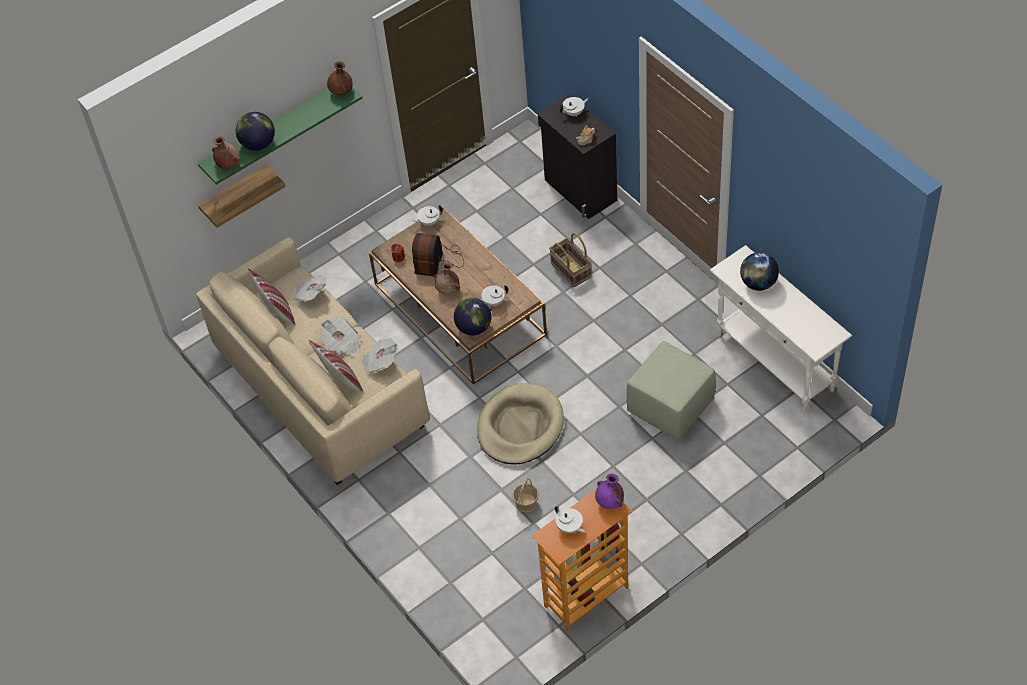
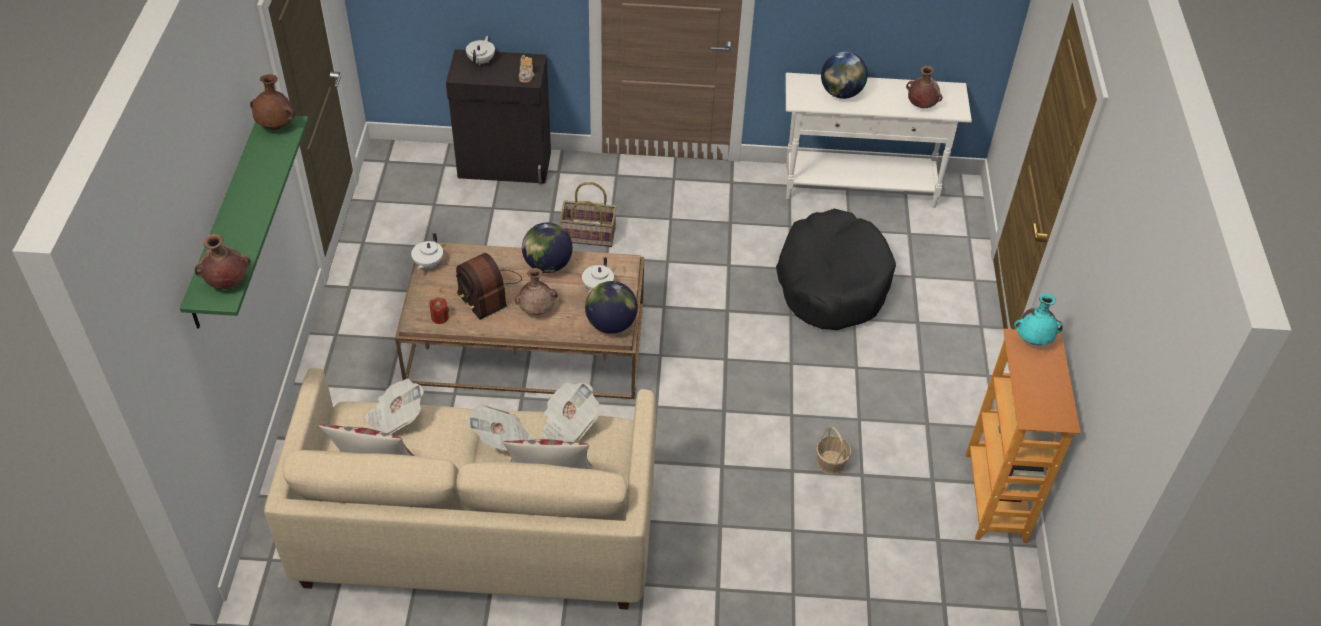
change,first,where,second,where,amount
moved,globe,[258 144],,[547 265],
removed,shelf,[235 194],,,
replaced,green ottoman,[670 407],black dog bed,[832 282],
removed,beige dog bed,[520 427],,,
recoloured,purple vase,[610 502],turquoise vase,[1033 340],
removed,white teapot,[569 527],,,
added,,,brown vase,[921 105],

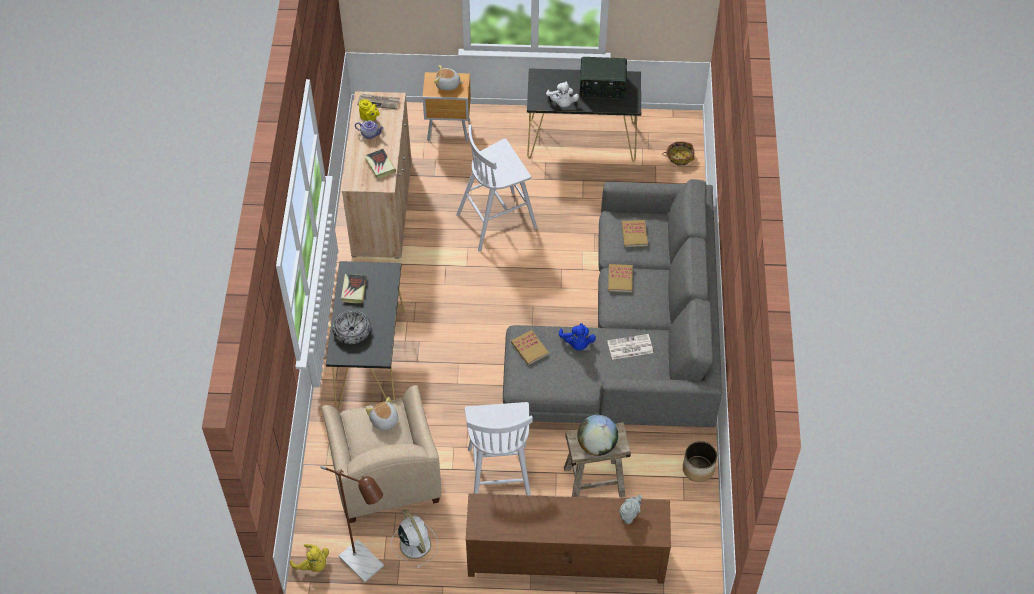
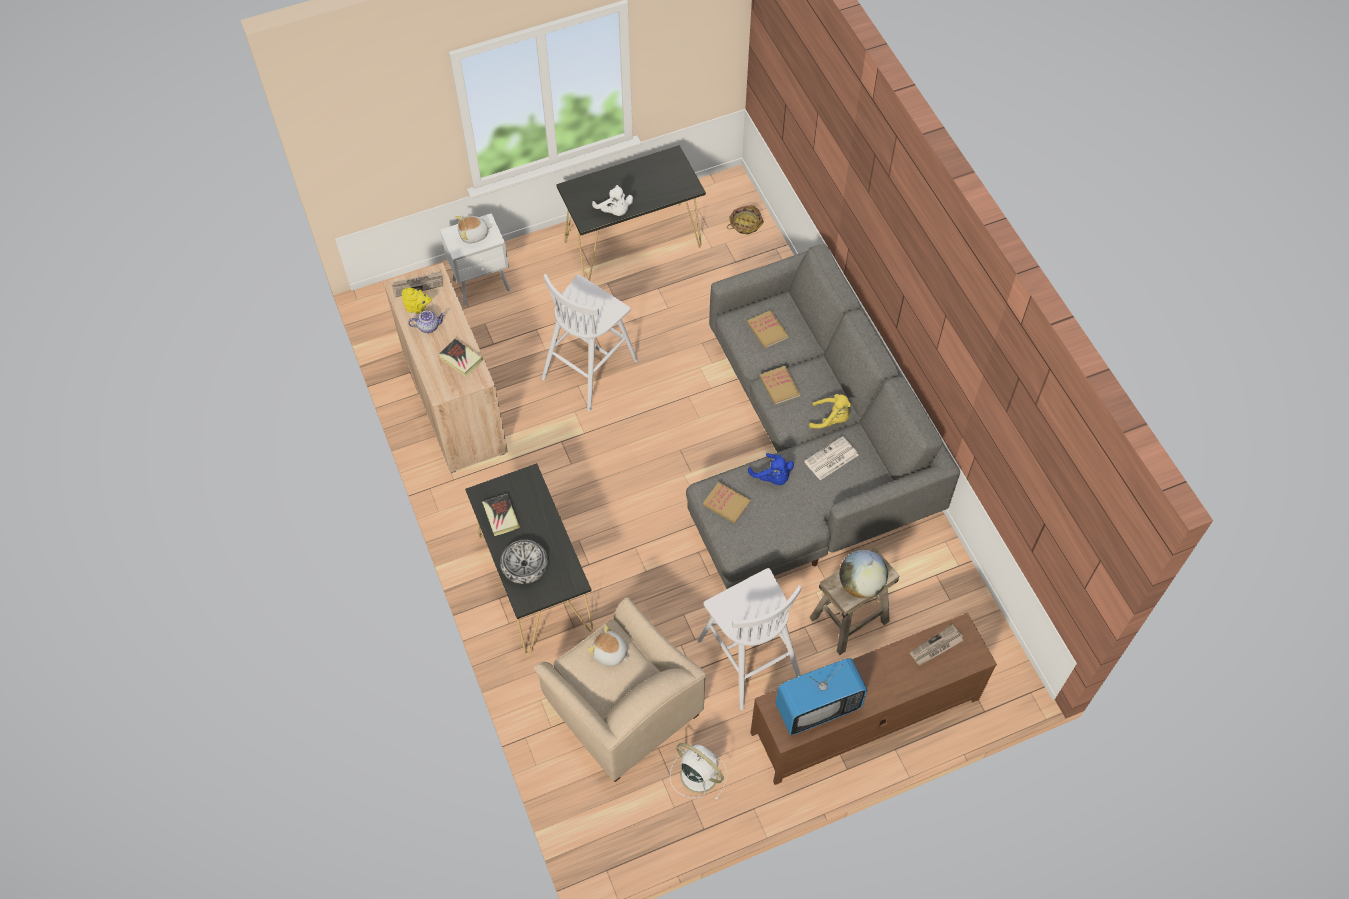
change,first,where,second,where,amount
removed,radio,[602 87],,,
recoloured,brown nightstand,[449 131],white nightstand,[483 286],
removed,planter,[698 469],,,
removed,brown floor lamp,[367 566],,,
replaced,grey teapot,[629 515],newspaper,[936 647],
moved,yellow plush toy,[313 564],,[831 419],
added,,,television,[817 707],

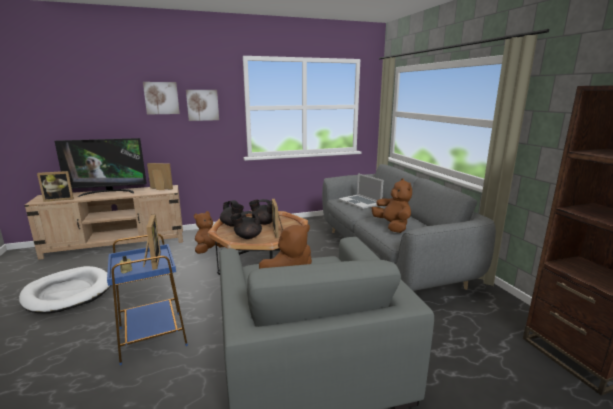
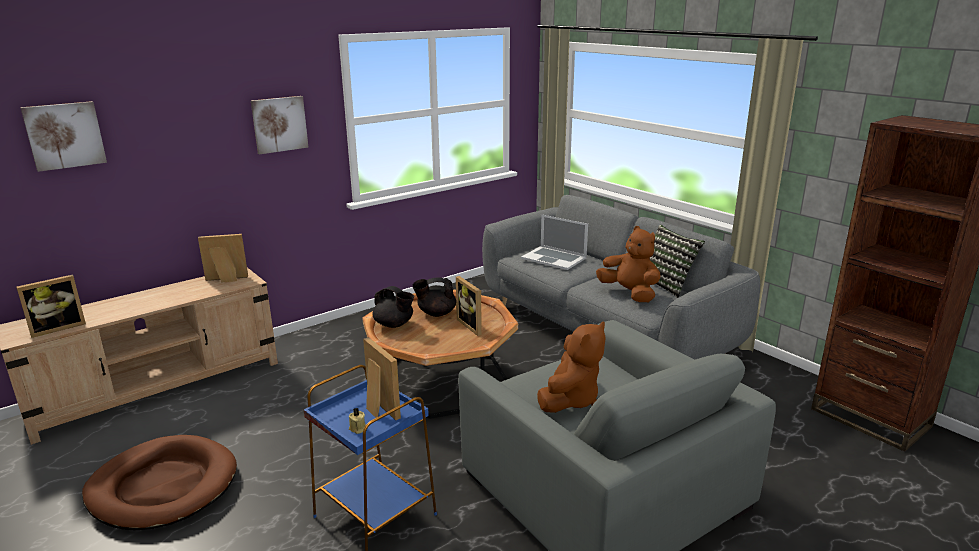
change,first,where,second,where,amount
moved,picture,[161 98],,[65 135],
removed,television,[108 192],,,
removed,brown plush toy,[210 250],,,
removed,black teapot,[247 237],,,
recoloured,white dog bed,[68 292],brown dog bed,[163 486],
added,,,pillow,[666 284],

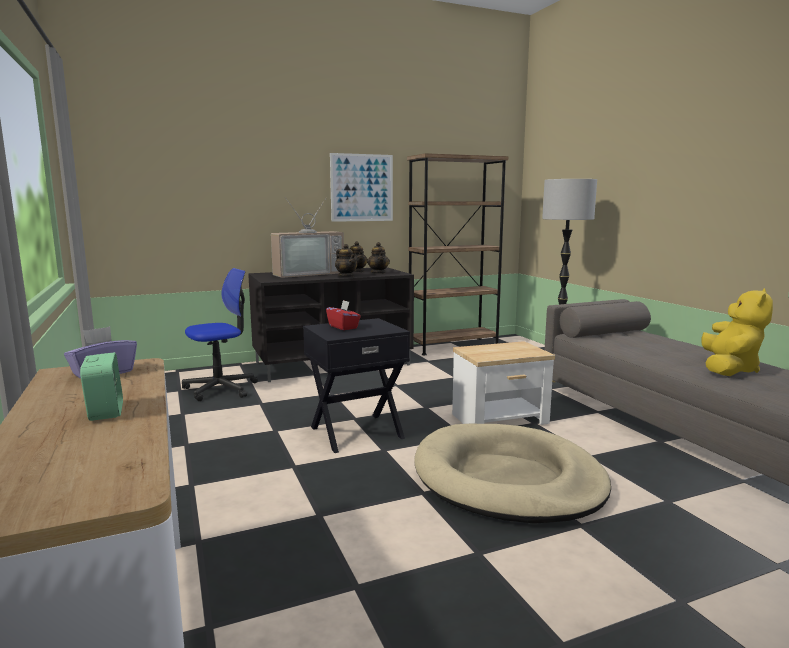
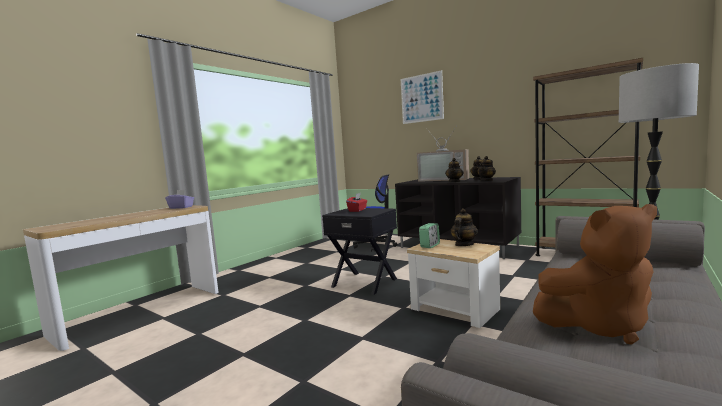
change,first,where,second,where,amount
moved,picture,[362 188],,[421 98],
recoloured,yellow plush toy,[729 369],brown plush toy,[598 325],
moved,alarm clock,[105 411],,[430 245],
removed,beige dog bed,[507 479],,,
added,,,teapot,[463 244],

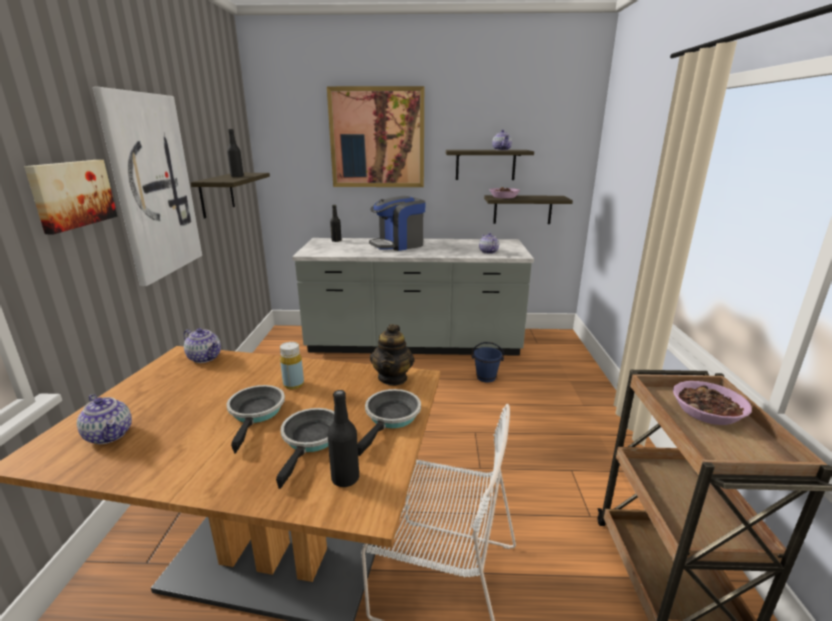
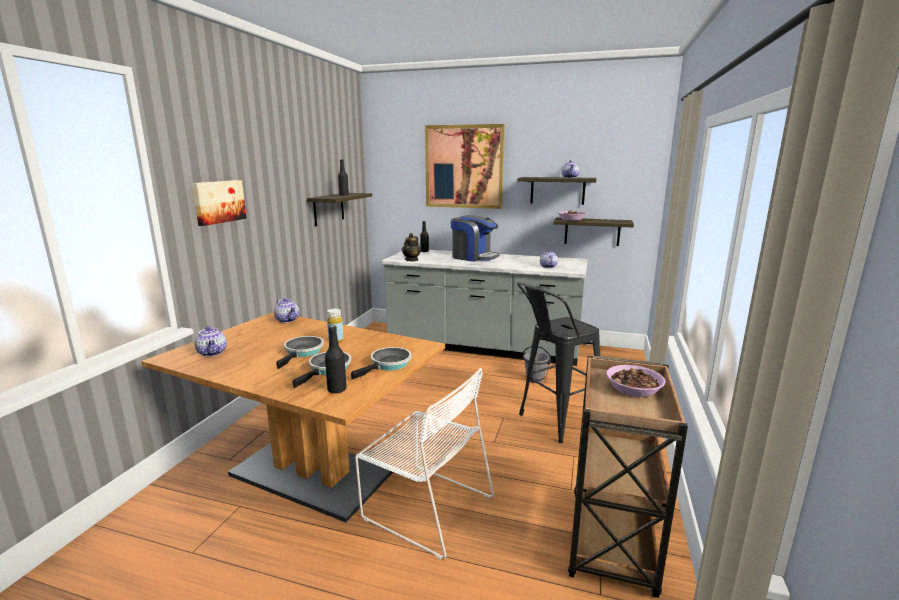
change,first,where,second,where,amount
removed,picture,[152 186],,,
turned,coffee machine,[398 245],,[473 257],135 degrees counterclockwise
moved,teapot,[393 378],,[411 260],
recoloured,blue bucket,[486 377],grey bucket,[535 379],
added,,,black stool,[553 422],

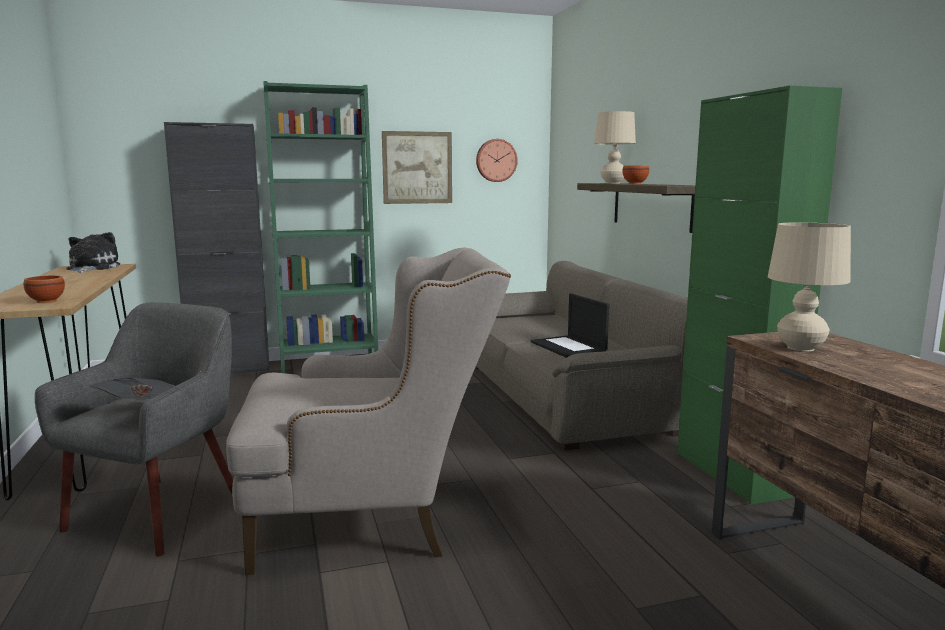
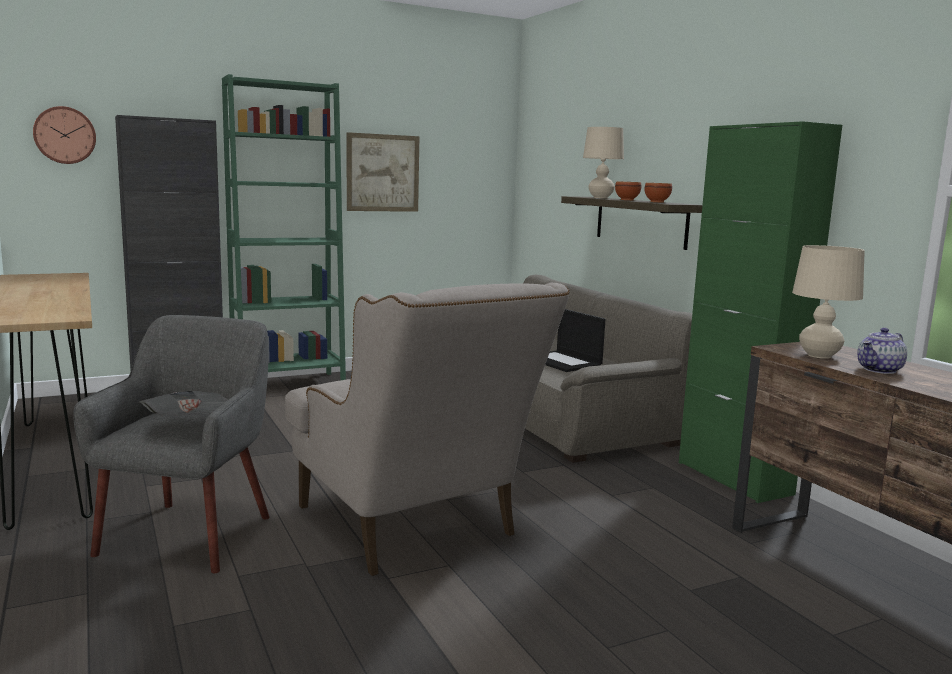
change,first,where,second,where,amount
moved,wall clock,[496 160],,[65 135],
removed,plush toy,[91 268],,,
turned,beige armchair,[373 518],,[415 529],75 degrees clockwise
moved,brown bowl,[47 301],,[658 202],
added,,,teapot,[880 370],

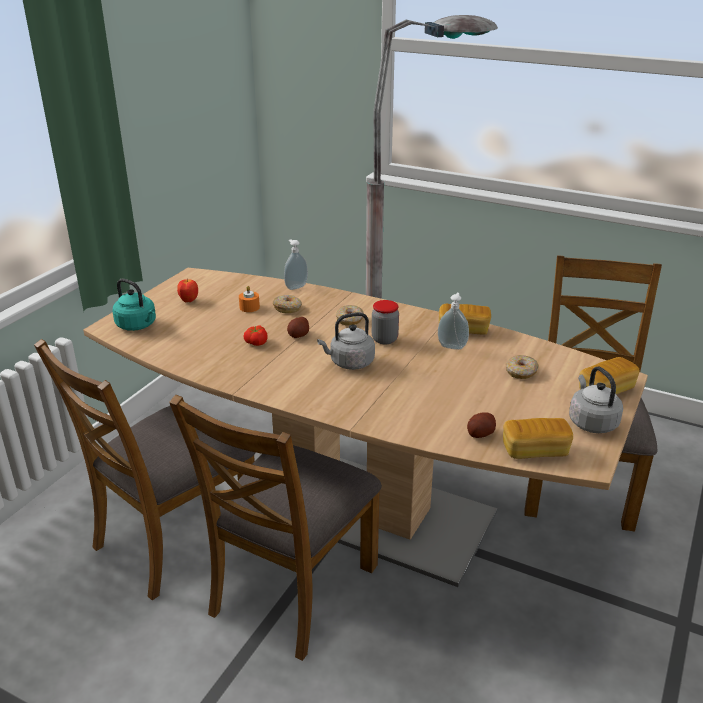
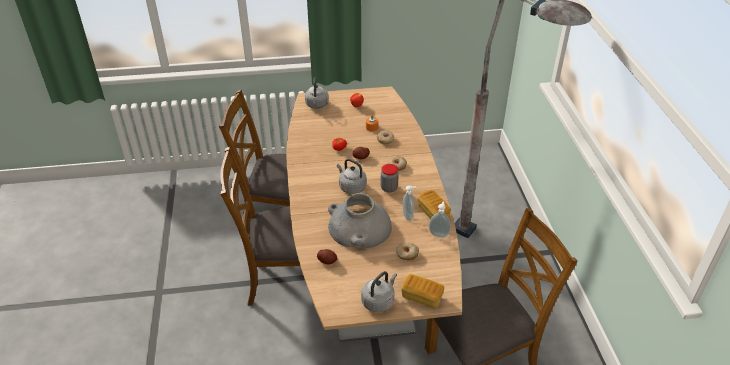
change,first,where,second,where,amount
moved,soap dispenser,[295 287],,[439 234],
recoloured,turquoise kettle,[138 325],grey kettle,[317 105],
removed,bread,[535 450],,,
added,,,grey vase,[359 227],

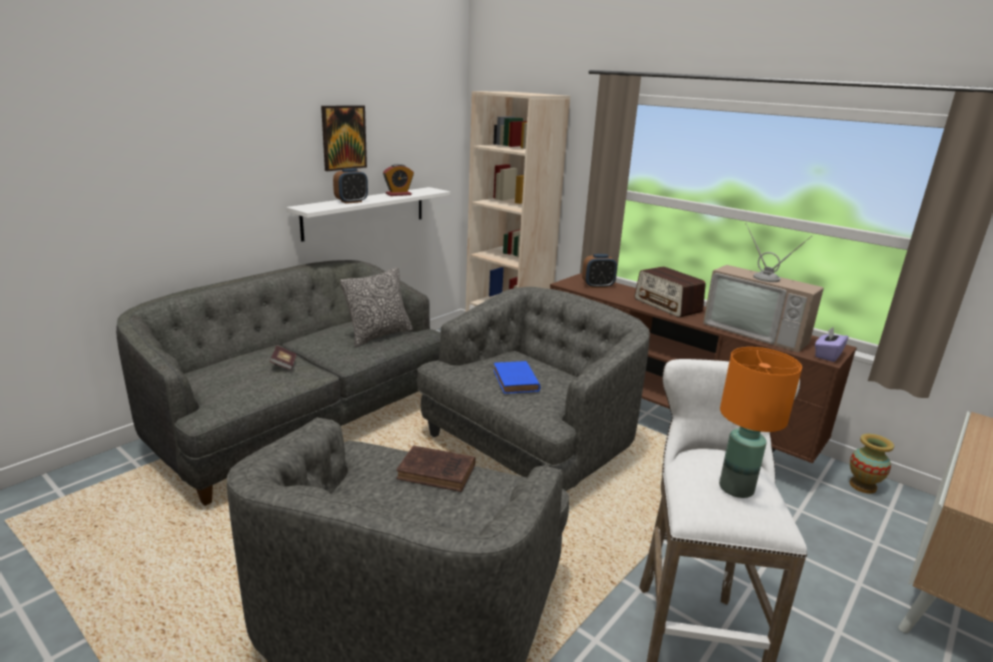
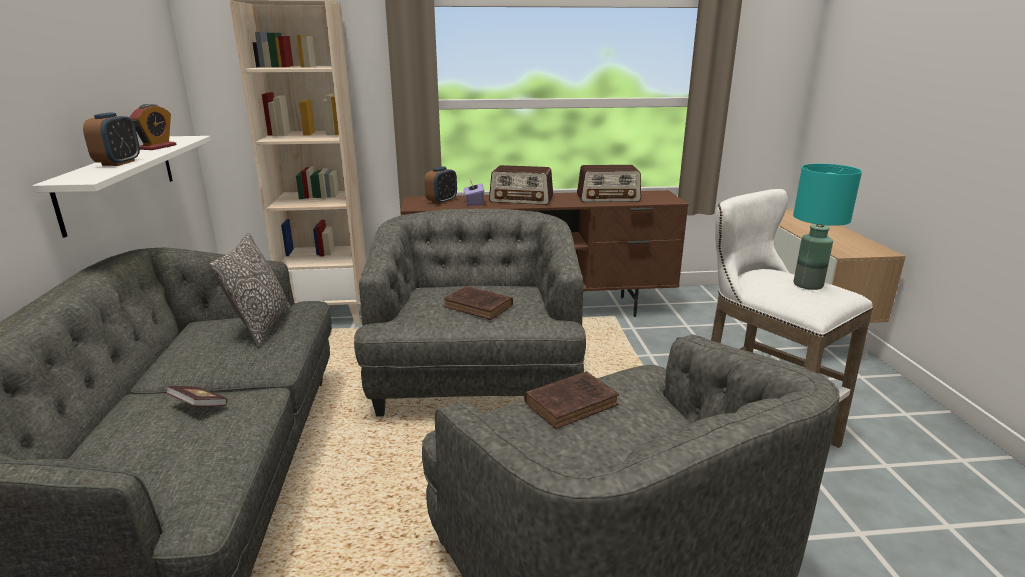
change,first,where,second,where,amount
removed,picture,[343 137],,,
replaced,television,[758 332],radio,[608 198],
moved,purple tissue box,[827 355],,[474 203],
recoloured,orange table lamp,[735 488],turquoise table lamp,[808 285],
recoloured,blue book,[516 381],brown book,[479 307],
removed,vase,[863 486],,,

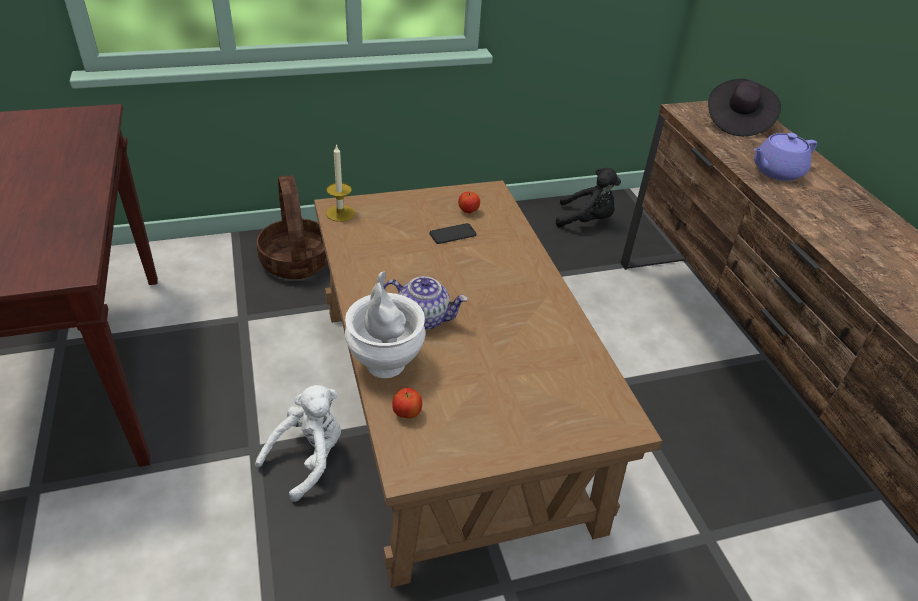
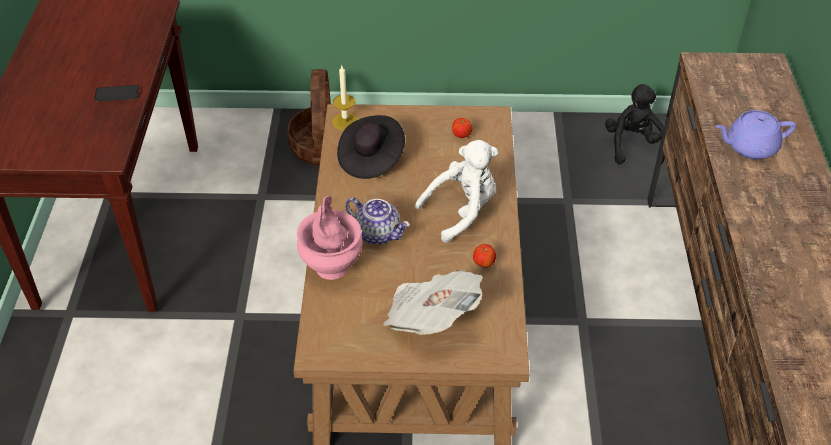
change,first,where,second,where,amount
moved,black hat,[737 122],,[371 159],
turned,black plush toy,[586 220],,[633 145],120 degrees counterclockwise
moved,phone,[453 234],,[117 94],
recoloured,white vase,[385 363],pink vase,[331 267],
moved,white plush toy,[308 458],,[462 211],
moved,apple,[407 413],,[483 264],
added,,,newspaper,[431 317],

